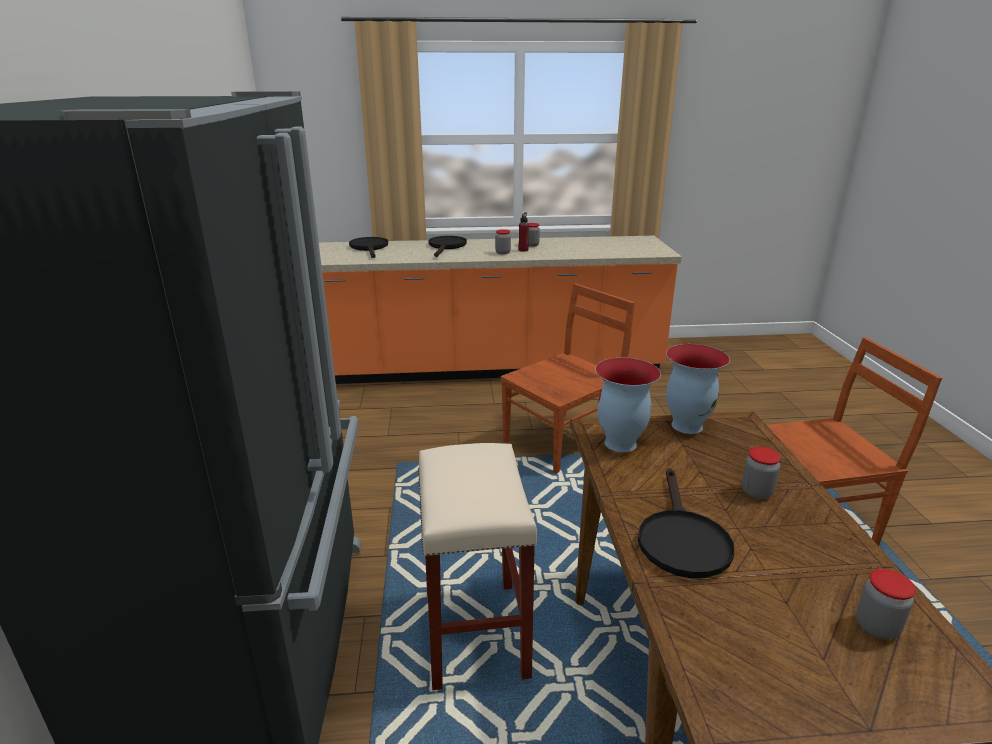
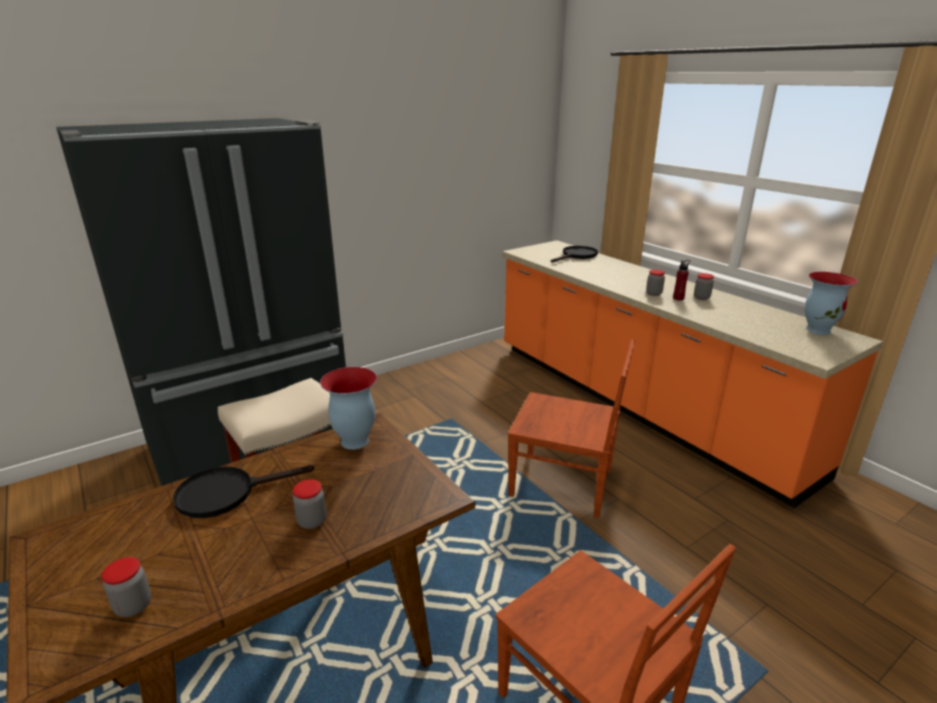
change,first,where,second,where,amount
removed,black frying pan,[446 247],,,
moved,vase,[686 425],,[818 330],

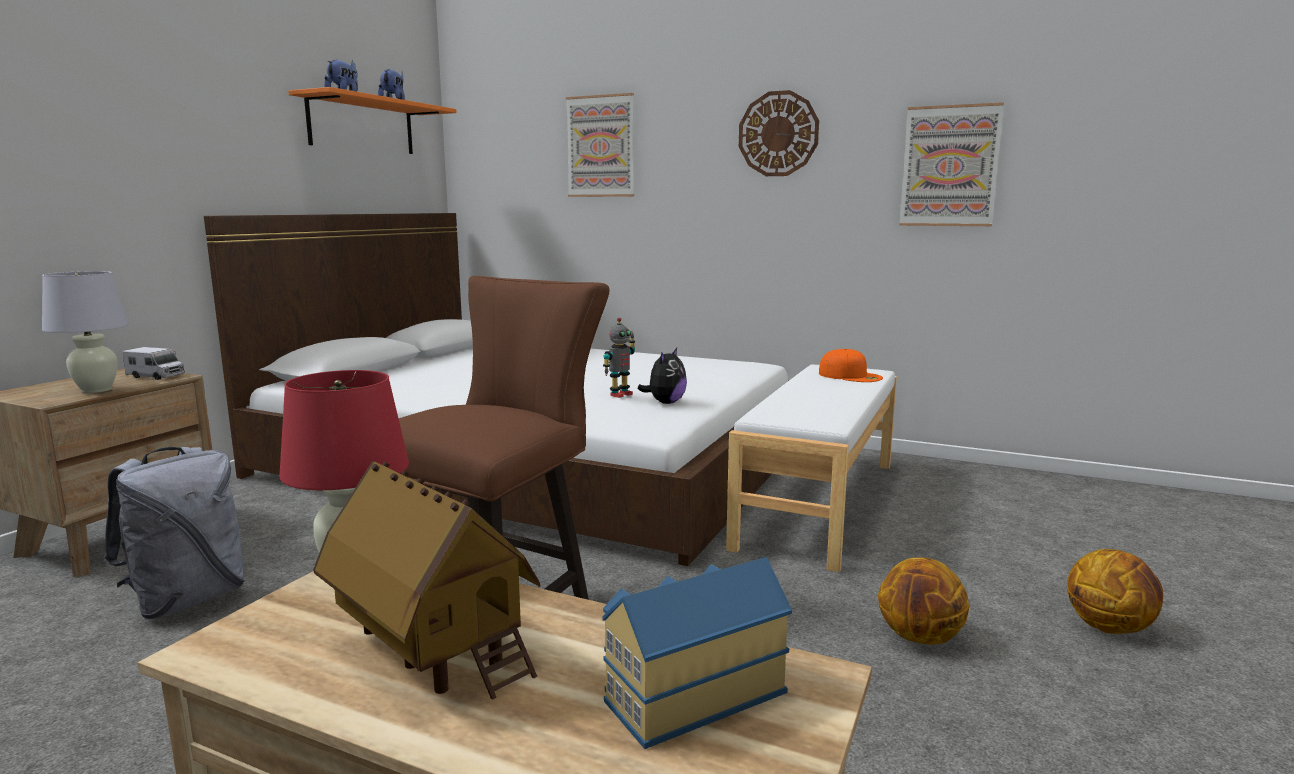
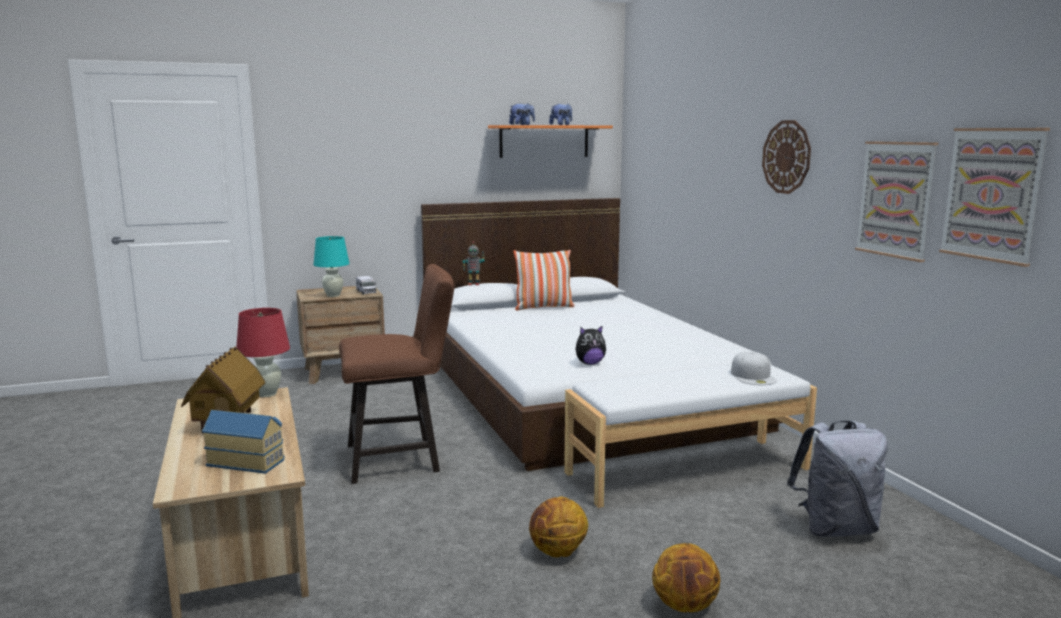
change,first,where,second,where,amount
moved,picture,[601 146],,[992 194],
recoloured,white table lamp,[96 390],turquoise table lamp,[333 295],
moved,toy robot,[620 394],,[473 284],
recoloured,orange cap,[851 376],white cap,[753 376],
moved,grey backpack,[187 600],,[835 528],
added,,,pillow,[543 307],

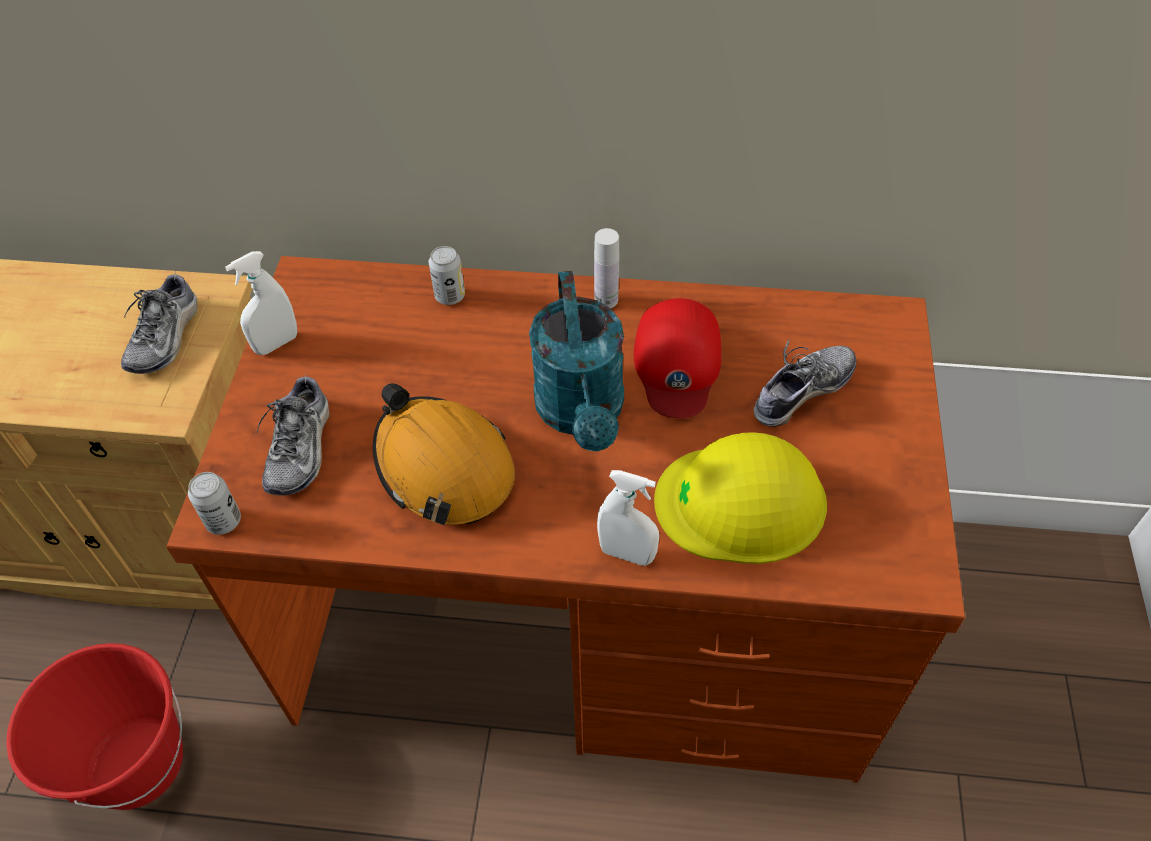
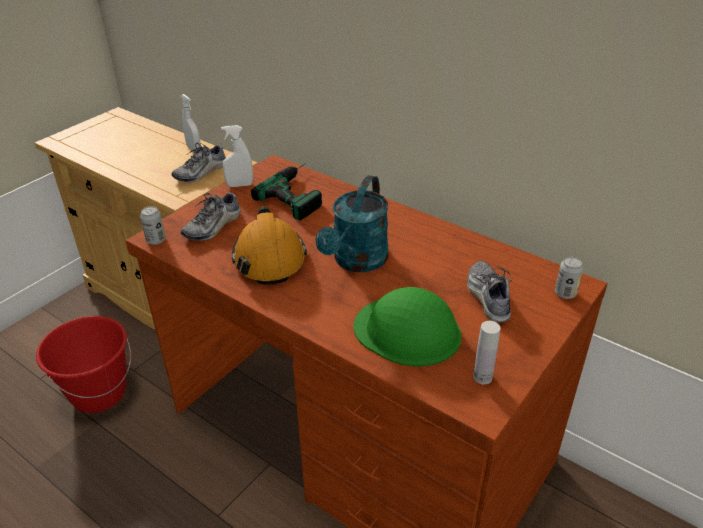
change,first,where,second,where,amount
moved,white bottle,[606 300],,[482 377],
moved,can,[450 296],,[565 293],
removed,red cap,[677 363],,,
turned,shoe,[802 392],,[488 297],90 degrees counterclockwise
recoloured,yellow hard hat,[741 502],green hard hat,[407 331],
moved,white spray bottle,[627 554],,[194 149],
added,,,power drill,[299 193],

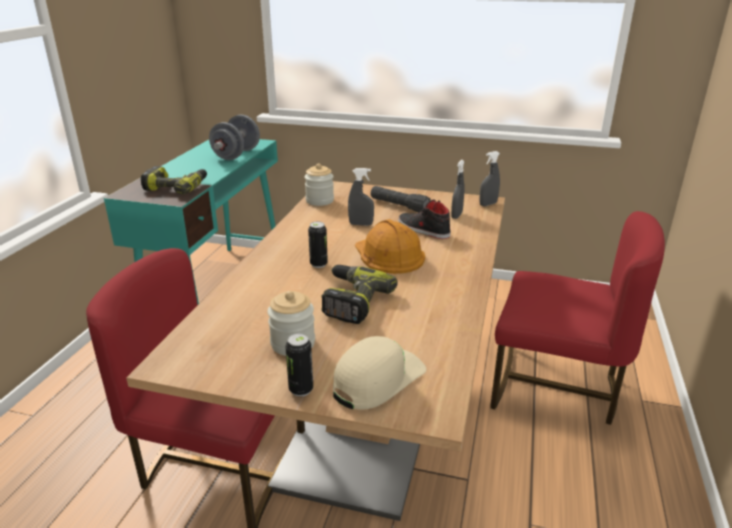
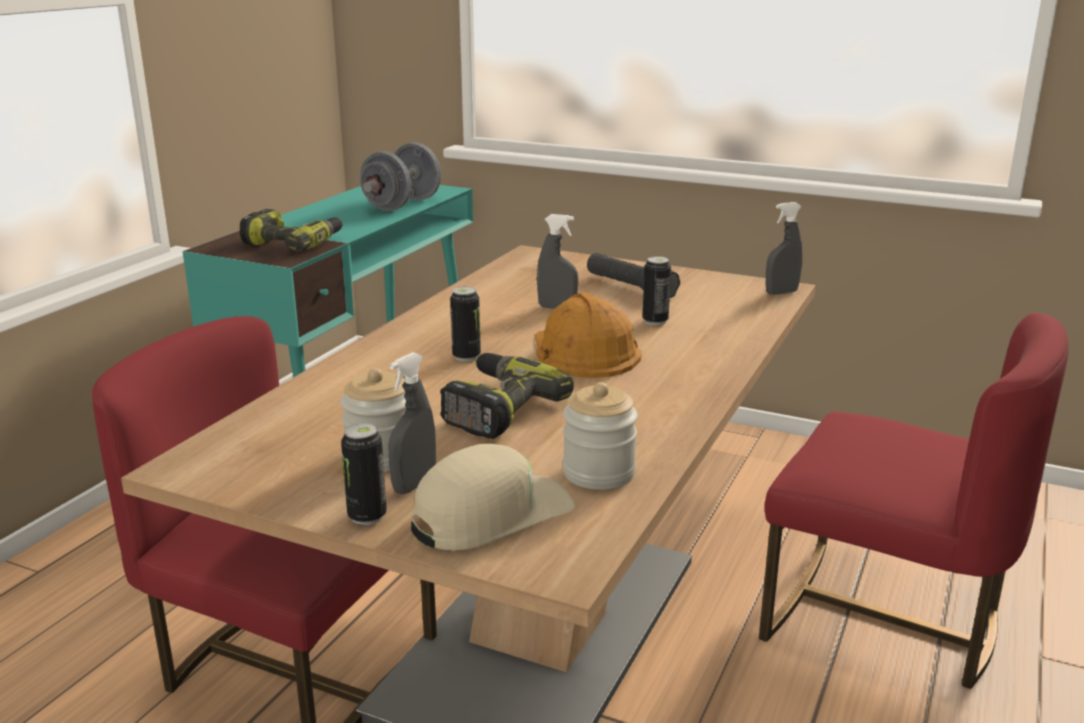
change,first,where,second,where,amount
moved,grey spray bottle,[456 215],,[414 485],
moved,jar,[319 201],,[598 473],
replaced,black shoe,[423 230],can,[655 321],

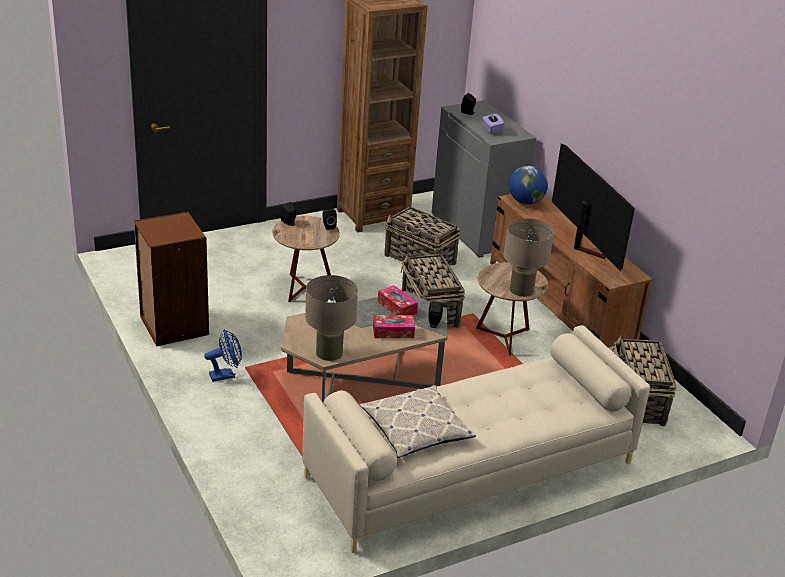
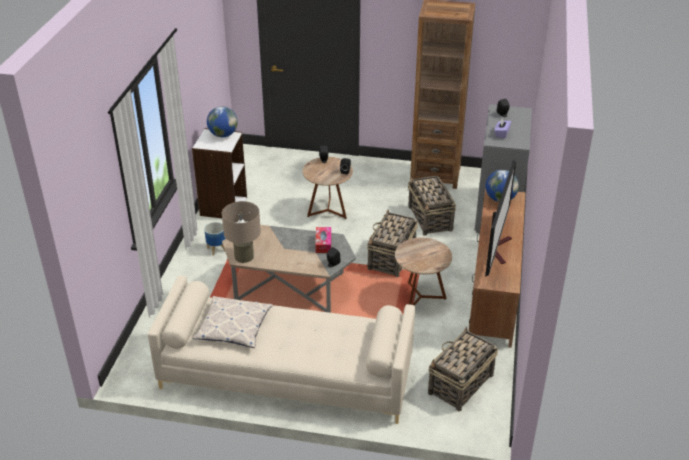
change,first,where,second,where,amount
recoloured,brown bookcase,[173 326],white bookcase,[223 206],
removed,beige table lamp,[521 290],,,
removed,tissue box,[393 332],,,
replaced,blue fan,[226 375],planter,[216 249],
added,,,globe,[223 135],

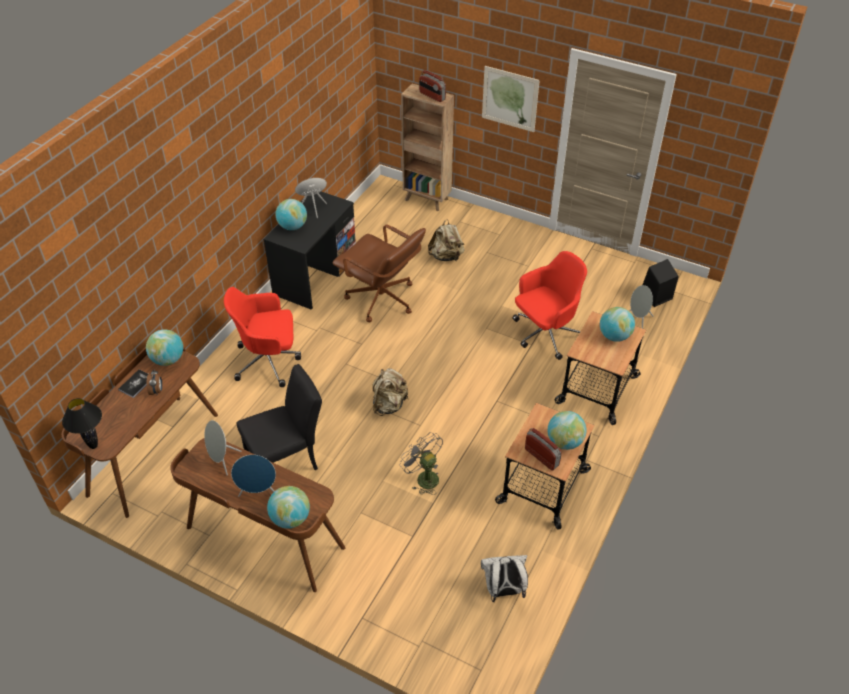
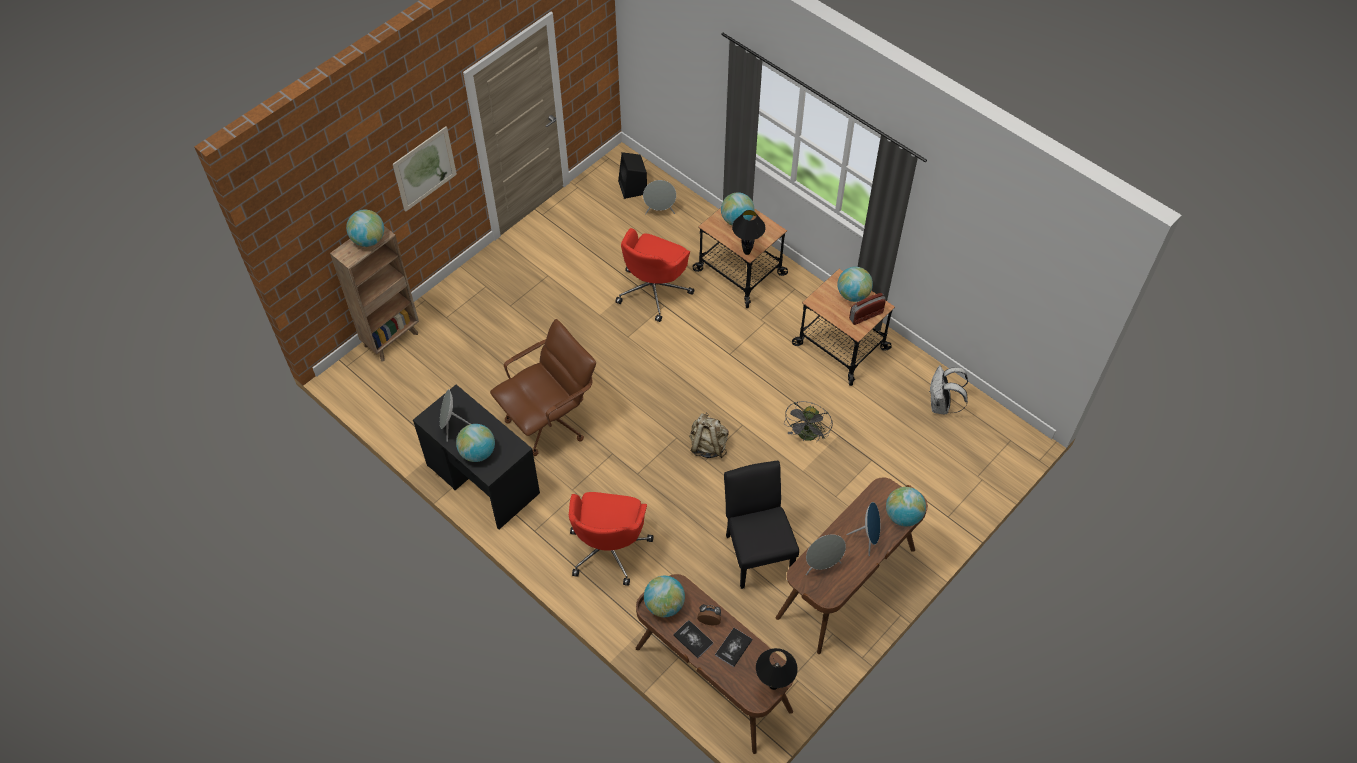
change,first,where,second,where,amount
replaced,radio,[432 96],globe,[368 240],
removed,beige backpack,[446 256],,,
turned,red office chair,[545 334],,[654 290],135 degrees counterclockwise
turned,grey fan,[423 477],,[807 436],45 degrees counterclockwise
added,,,black table lamp,[747 252],
added,,,book,[733 647],

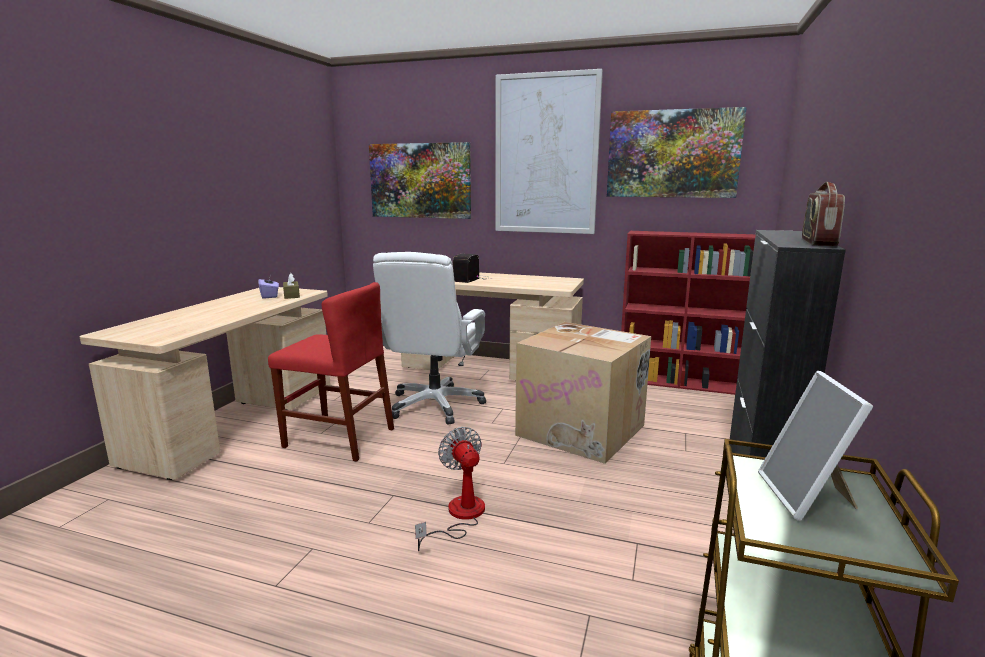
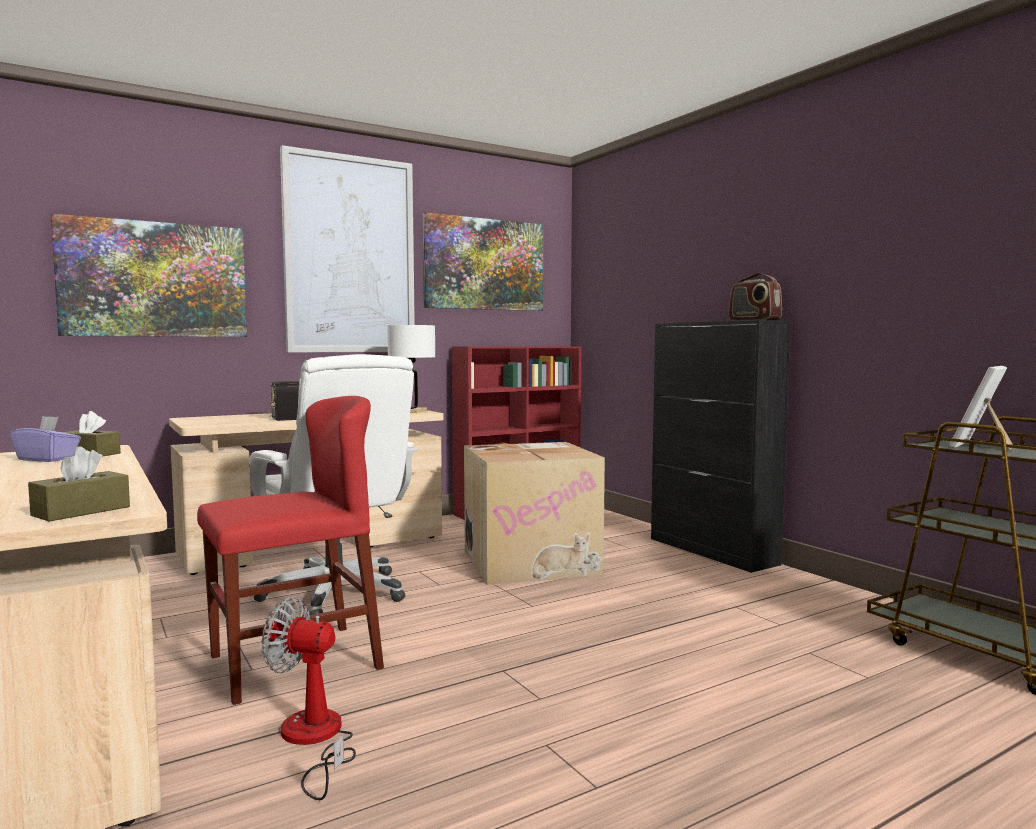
change,first,where,second,where,amount
turned,picture frame,[807 497],,[980 446],90 degrees clockwise
moved,fan,[459 516],,[314 740],
added,,,white table lamp,[412 411],
added,,,brown tissue box,[81 511],

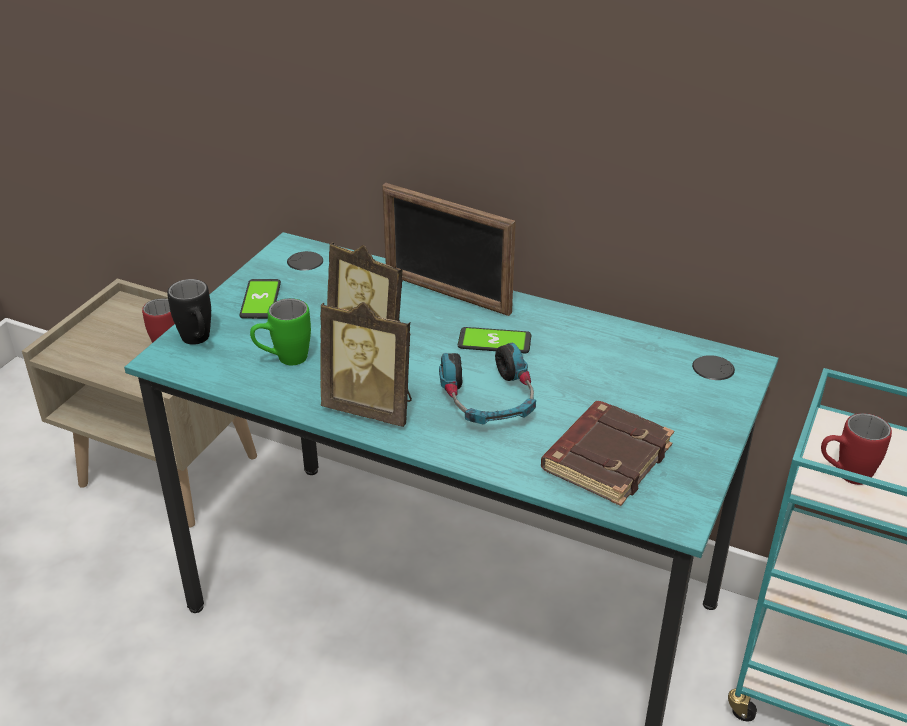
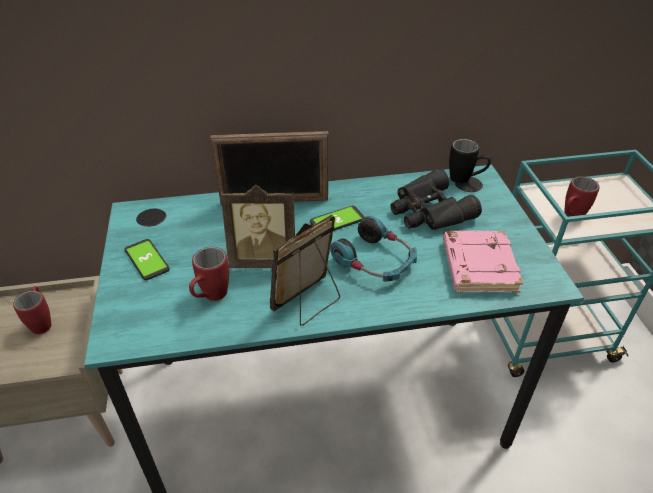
change,first,where,second,where,amount
moved,black mug,[198 342],,[465 180],
recoloured,green mug,[283 360],red mug,[211 298],
turned,picture frame,[371 407],,[308 303],150 degrees clockwise
recoloured,brown book,[605 457],pink book,[477 265],
added,,,black binoculars,[428 211],

